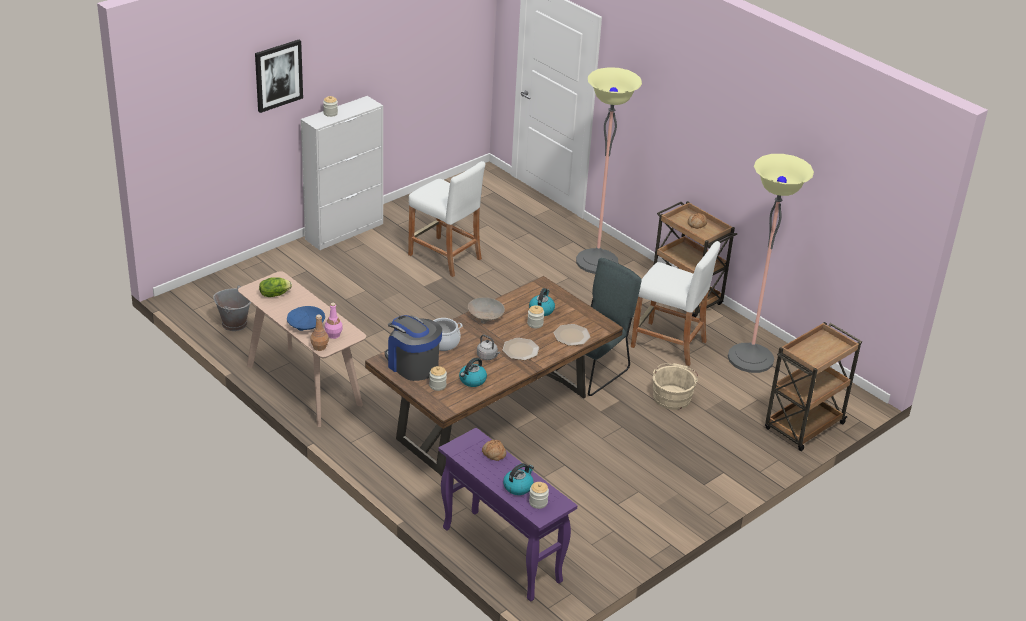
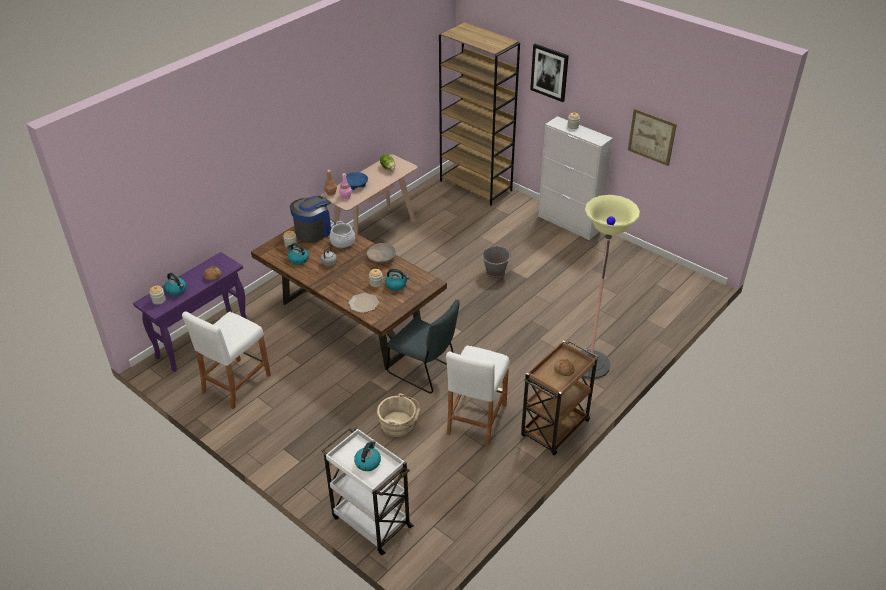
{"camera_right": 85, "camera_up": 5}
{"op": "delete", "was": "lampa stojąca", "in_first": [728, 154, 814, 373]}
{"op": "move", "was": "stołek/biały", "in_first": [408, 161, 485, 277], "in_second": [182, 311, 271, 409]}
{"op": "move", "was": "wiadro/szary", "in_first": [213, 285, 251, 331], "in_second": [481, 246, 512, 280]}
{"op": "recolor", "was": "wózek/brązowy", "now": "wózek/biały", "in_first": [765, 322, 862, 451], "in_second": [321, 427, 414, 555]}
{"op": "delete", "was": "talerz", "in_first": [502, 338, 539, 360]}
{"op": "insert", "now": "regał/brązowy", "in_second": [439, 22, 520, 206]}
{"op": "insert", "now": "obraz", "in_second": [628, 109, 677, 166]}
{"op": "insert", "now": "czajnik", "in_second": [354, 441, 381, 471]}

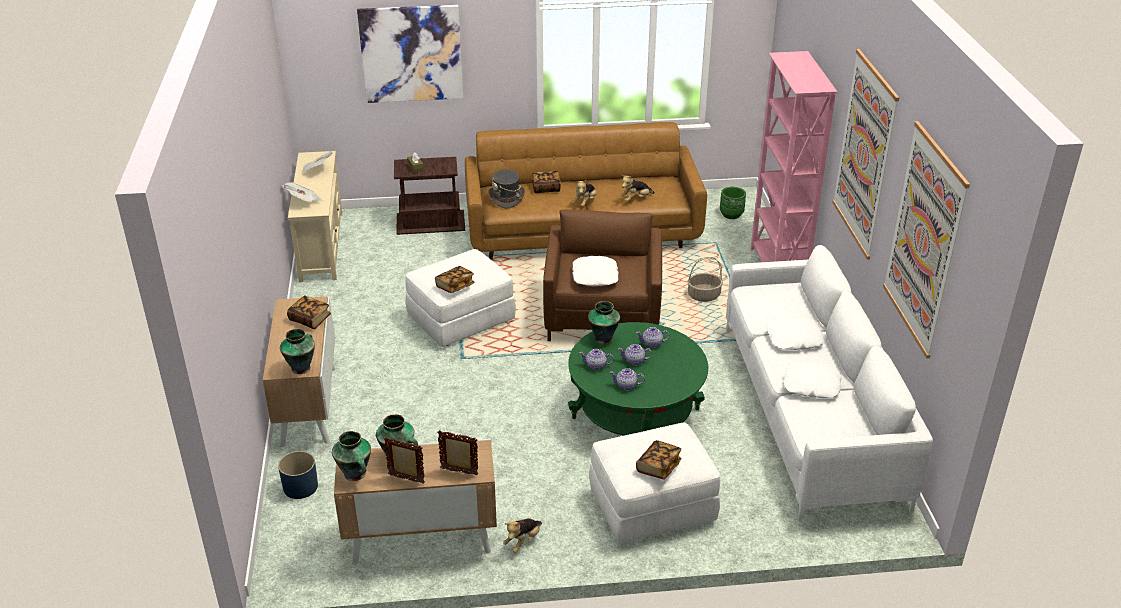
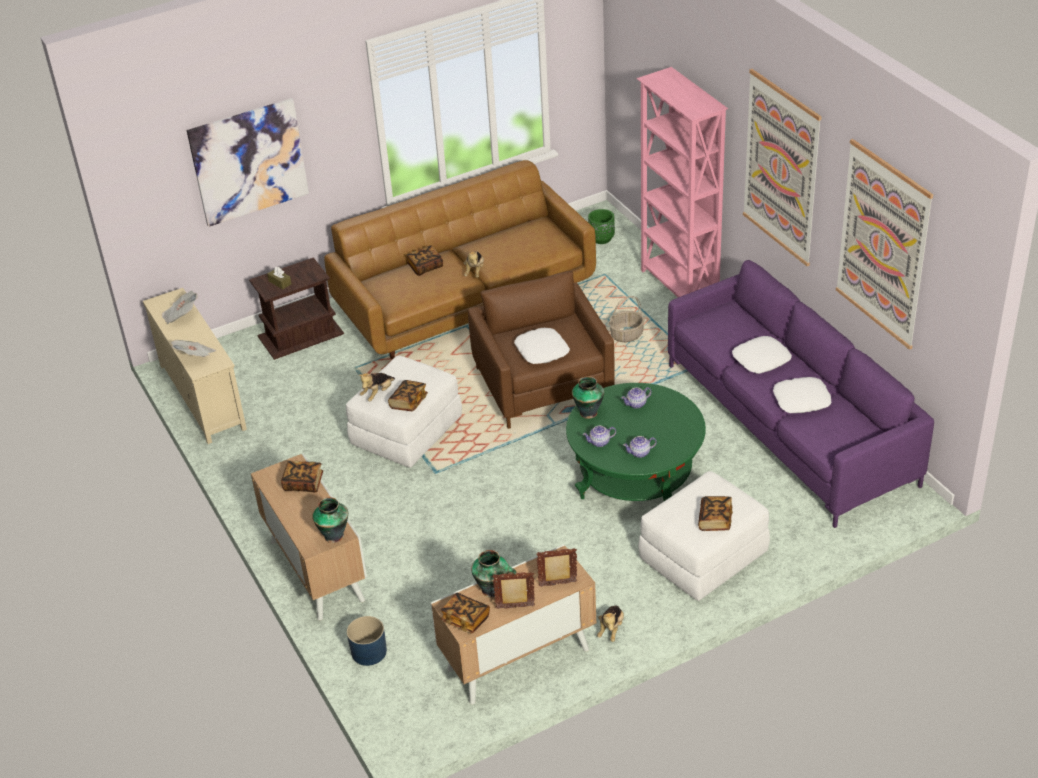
{"camera_right": -20, "camera_up": 5}
{"op": "delete", "was": "kapelusz/szary", "in_first": [488, 170, 525, 209]}
{"op": "move", "was": "pluszak", "in_first": [621, 175, 655, 201], "in_second": [359, 373, 395, 401]}
{"op": "recolor", "was": "kanapa/biały", "now": "kanapa/fioletowy", "in_first": [726, 245, 933, 521], "in_second": [668, 260, 934, 528]}
{"op": "delete", "was": "imbryk", "in_first": [618, 344, 652, 366]}
{"op": "replace", "was": "wazon", "now": "książka", "in_first": [332, 431, 371, 481], "in_second": [441, 593, 490, 634]}

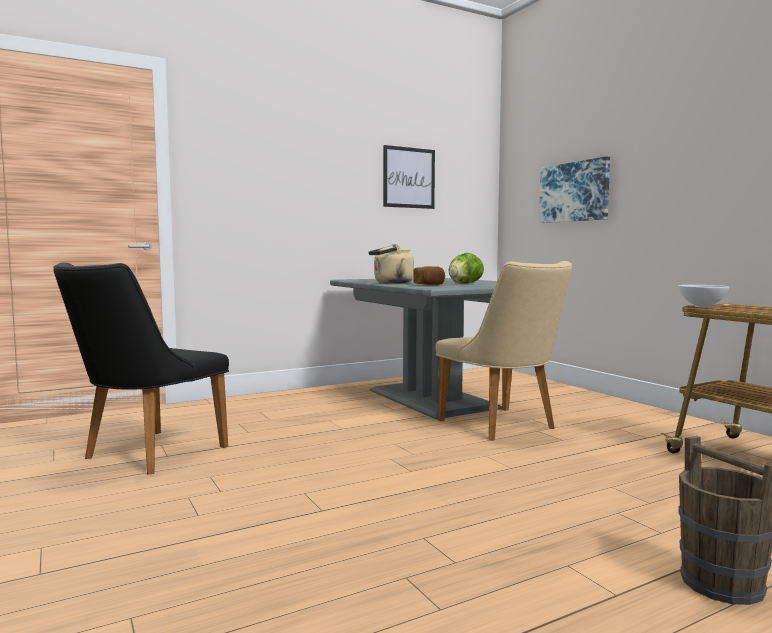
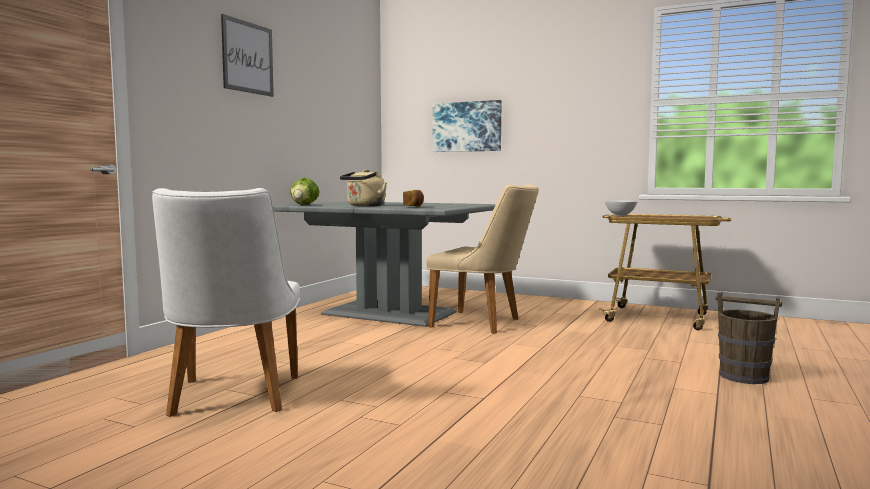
{"camera_right": -35, "camera_up": 0}
{"op": "move", "was": "obraz", "in_first": [383, 145, 435, 209], "in_second": [221, 14, 274, 97]}
{"op": "move", "was": "sałata", "in_first": [449, 253, 484, 284], "in_second": [290, 178, 320, 205]}
{"op": "recolor", "was": "krzesło/czarny", "now": "krzesło/biały", "in_first": [53, 262, 229, 475], "in_second": [152, 188, 300, 417]}

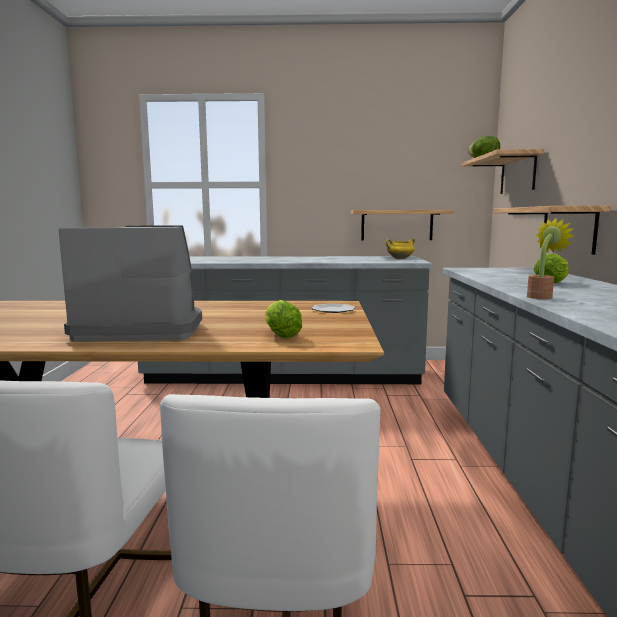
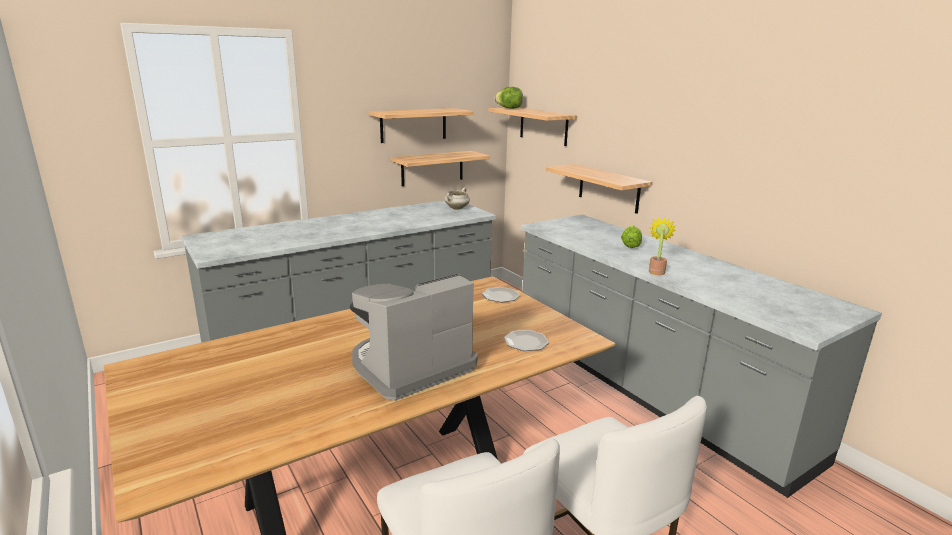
{"camera_right": -35, "camera_up": 10}
{"op": "recolor", "was": "garnek/żółty", "now": "garnek/biały", "in_first": [386, 238, 415, 259], "in_second": [444, 188, 470, 210]}
{"op": "replace", "was": "sałata", "now": "talerz", "in_first": [265, 300, 302, 339], "in_second": [504, 330, 549, 351]}
{"op": "insert", "now": "półka", "in_second": [369, 108, 474, 143]}

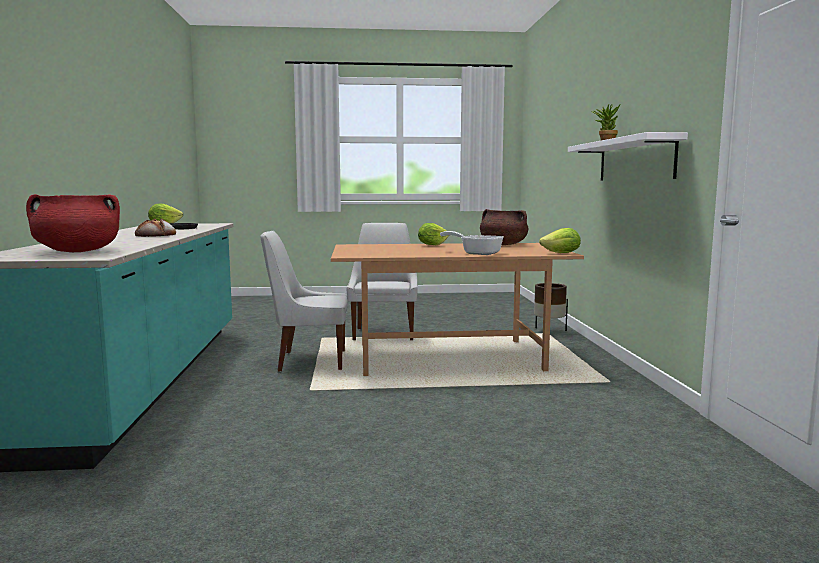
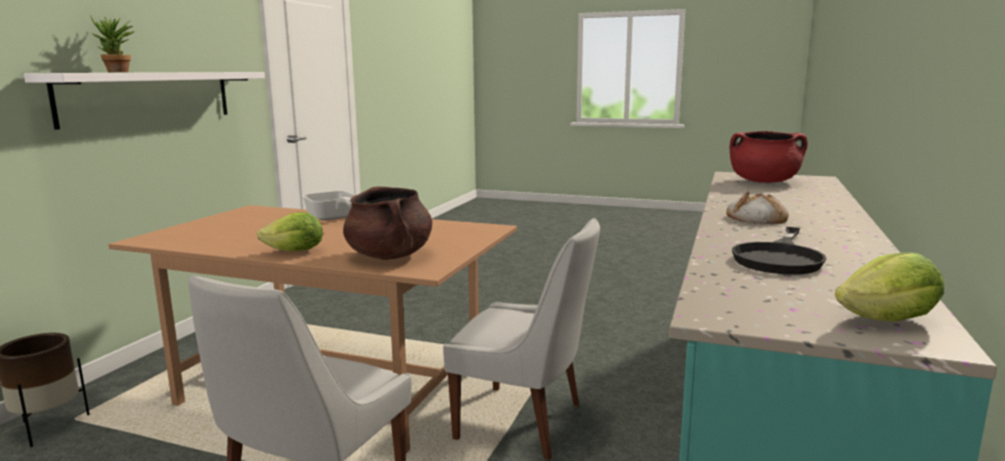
{"camera_right": -155, "camera_up": 5}
{"op": "move", "was": "garnek/brązowy", "in_first": [480, 209, 528, 245], "in_second": [343, 186, 432, 260]}
{"op": "delete", "was": "sałata", "in_first": [539, 228, 581, 253]}

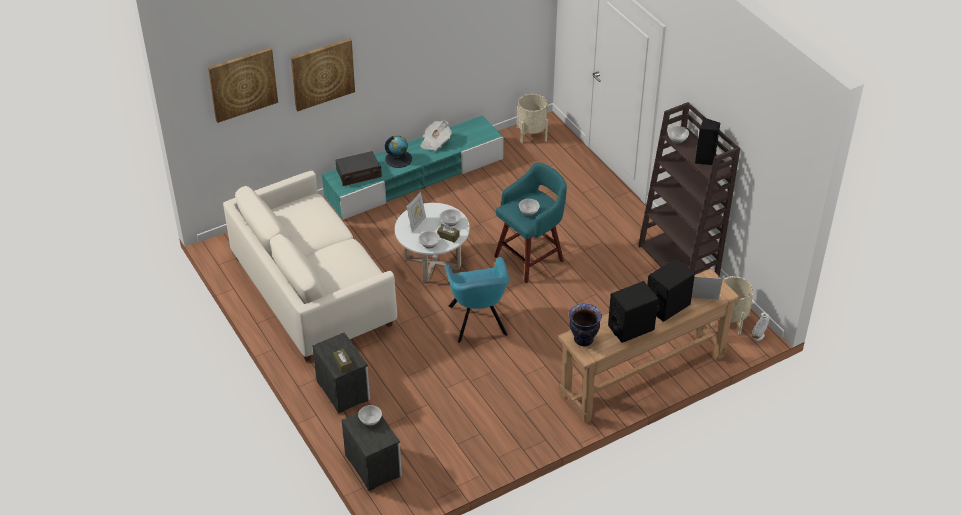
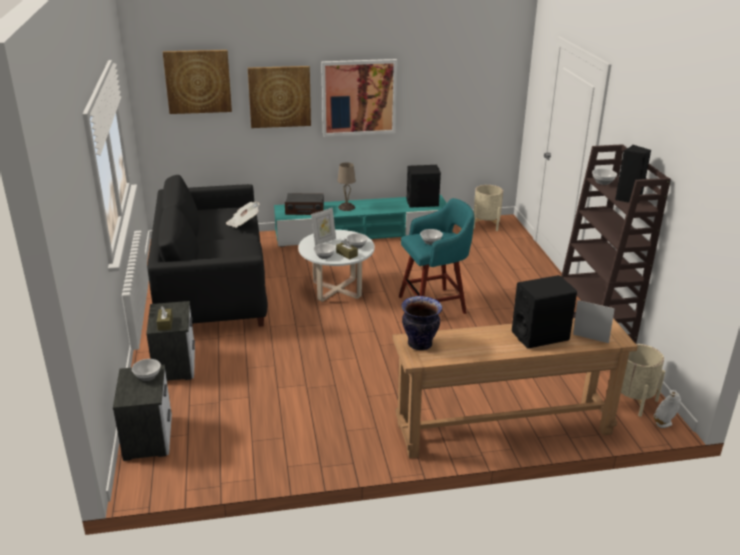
{"camera_right": 20, "camera_up": -15}
{"op": "move", "was": "gazeta", "in_first": [420, 121, 452, 151], "in_second": [226, 202, 260, 228]}
{"op": "replace", "was": "globus", "now": "lampa stołowa/beżowy", "in_first": [384, 136, 412, 168], "in_second": [338, 162, 356, 211]}
{"op": "recolor", "was": "kanapa/biały", "now": "kanapa/czarny", "in_first": [223, 171, 397, 362], "in_second": [147, 175, 268, 327]}
{"op": "delete", "was": "fotel/turkusowy", "in_first": [445, 257, 509, 343]}
{"op": "move", "was": "głośnik/czarny", "in_first": [608, 281, 658, 343], "in_second": [407, 165, 441, 208]}
{"op": "insert", "now": "obraz", "in_second": [321, 59, 397, 137]}

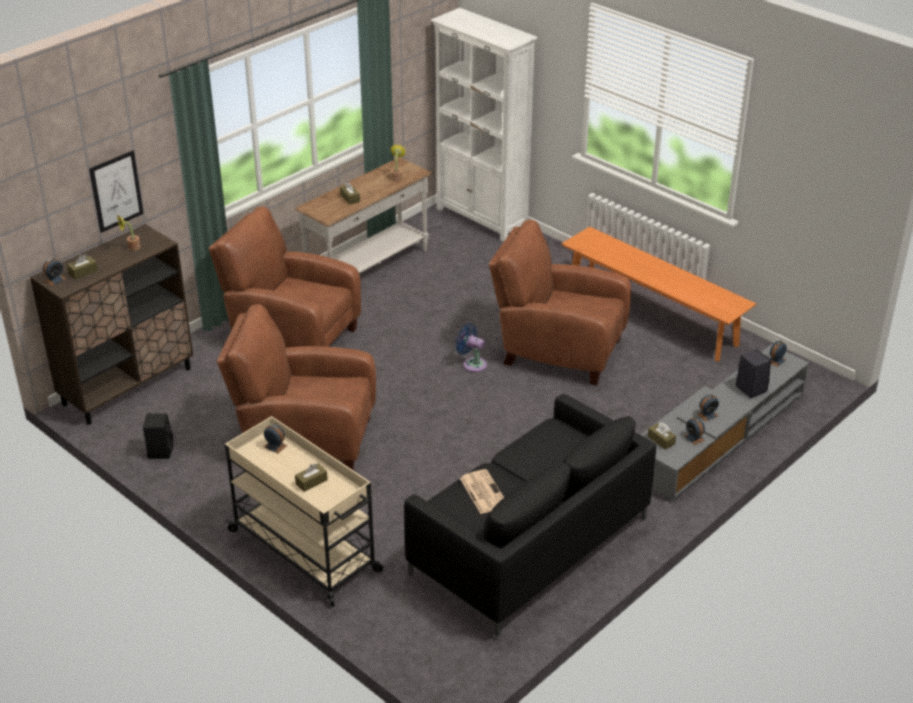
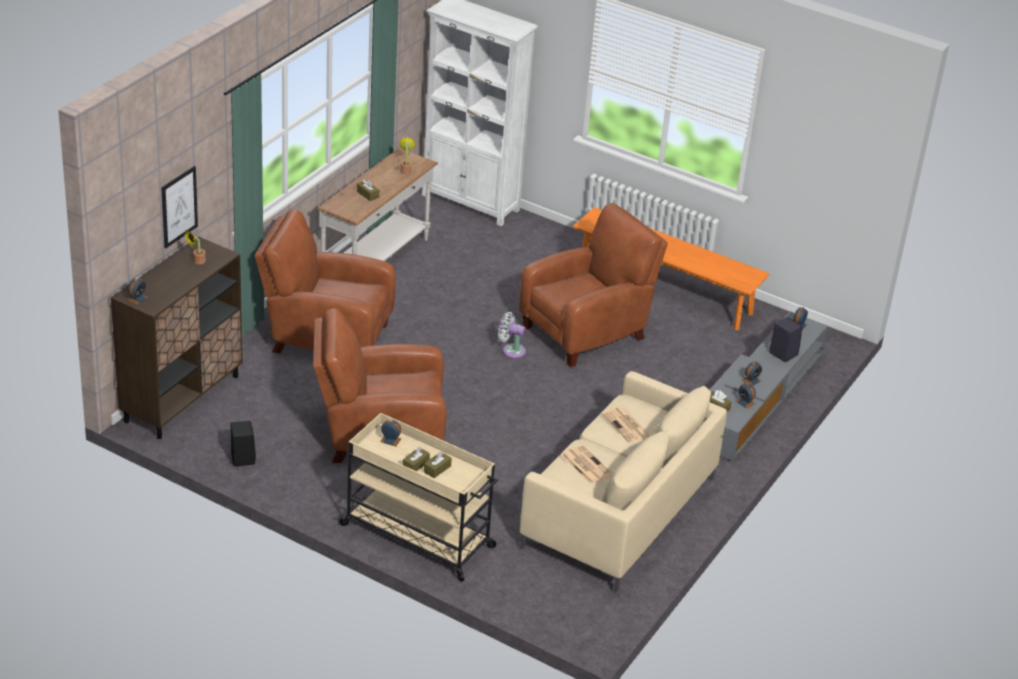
{"camera_right": -15, "camera_up": 0}
{"op": "rotate", "was": "fotel/brązowy", "in_first": [489, 219, 631, 386], "in_second": [519, 203, 668, 367], "clockwise": 135}
{"op": "move", "was": "pudełko chusteczek/brązowy", "in_first": [67, 254, 98, 280], "in_second": [403, 447, 430, 471]}
{"op": "recolor", "was": "wentylator/niebieski", "now": "wentylator/biały", "in_first": [456, 324, 487, 372], "in_second": [498, 312, 526, 358]}
{"op": "recolor", "was": "kanapa/czarny", "now": "kanapa/beżowy", "in_first": [404, 394, 656, 637], "in_second": [520, 371, 727, 592]}
{"op": "insert", "now": "gazeta", "in_second": [602, 407, 650, 443]}

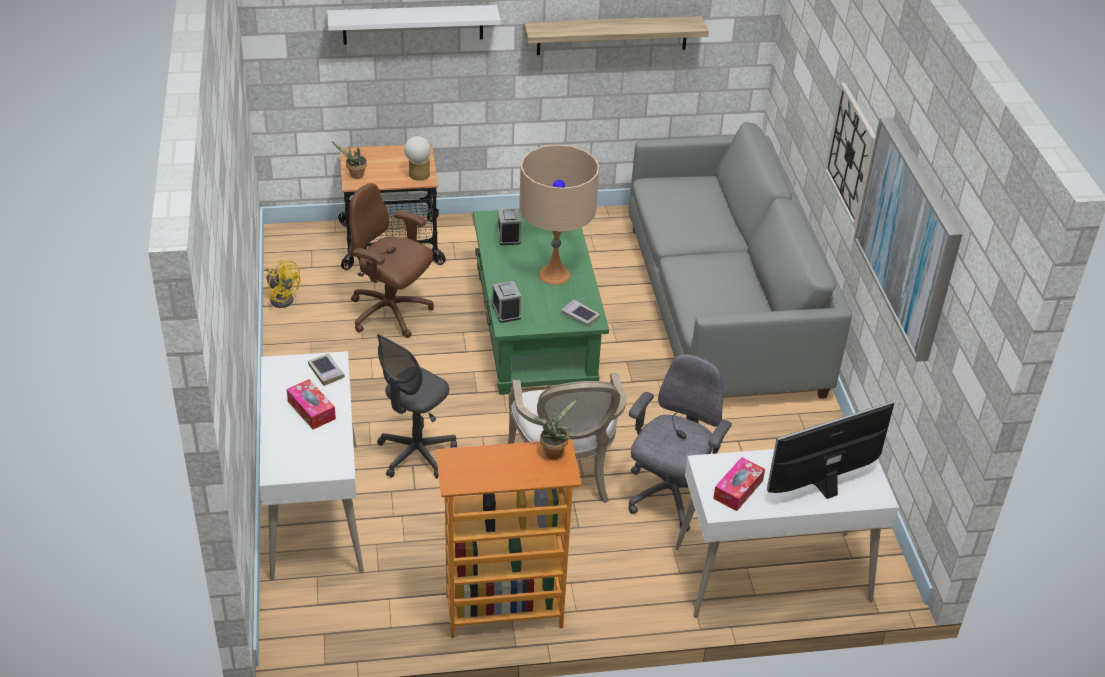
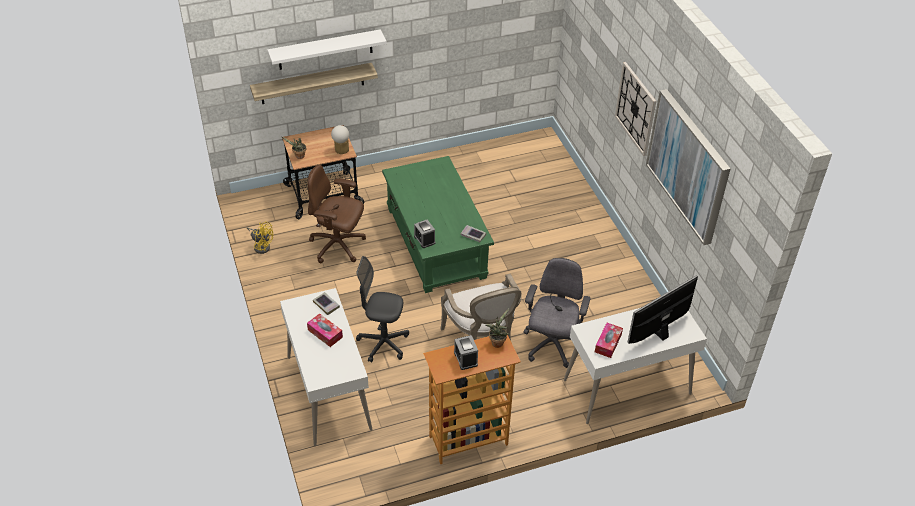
{"camera_right": -10, "camera_up": 5}
{"op": "move", "was": "półka", "in_first": [524, 16, 709, 55], "in_second": [250, 63, 378, 104]}
{"op": "delete", "was": "kanapa/szary", "in_first": [629, 122, 852, 399]}
{"op": "delete", "was": "lampa stołowa/beżowy", "in_first": [519, 145, 599, 285]}
{"op": "move", "was": "budzik", "in_first": [497, 208, 521, 245], "in_second": [454, 335, 478, 370]}
{"op": "rotate", "was": "krzesło biurowe/szary", "in_first": [377, 334, 457, 479], "in_second": [356, 256, 409, 363], "clockwise": 75}

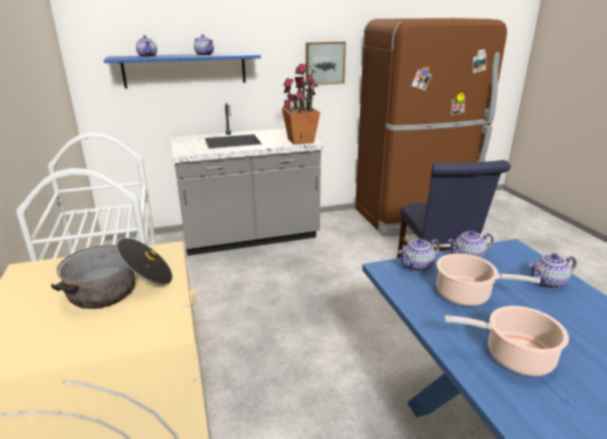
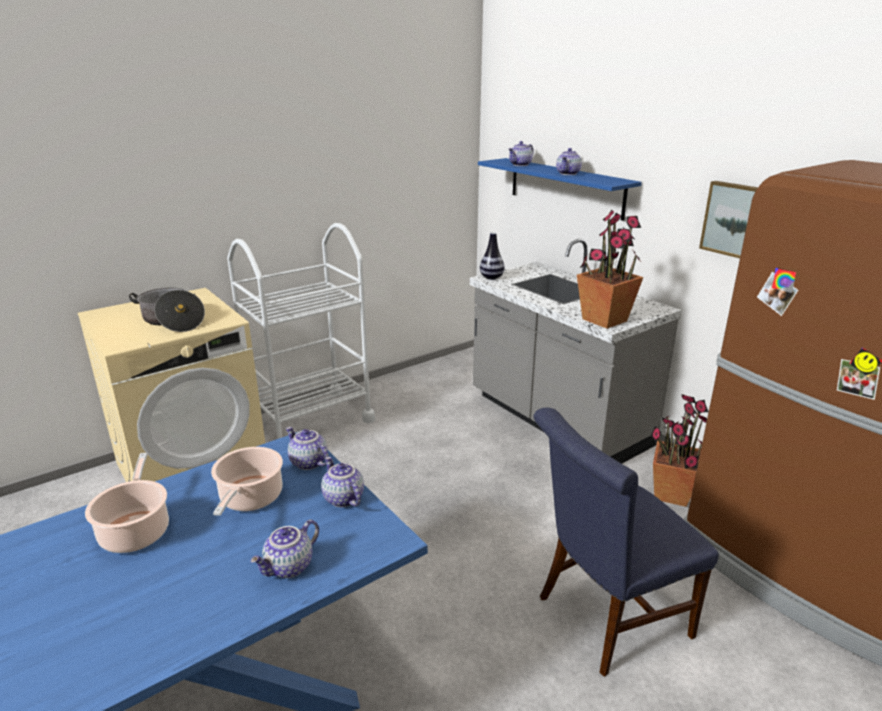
{"camera_right": 70, "camera_up": 0}
{"op": "rotate", "was": "imbryk", "in_first": [529, 253, 577, 289], "in_second": [250, 520, 319, 578], "clockwise": -105}
{"op": "insert", "now": "wazon", "in_second": [480, 232, 505, 280]}
{"op": "insert", "now": "roślina doniczkowa", "in_second": [650, 394, 709, 507]}

